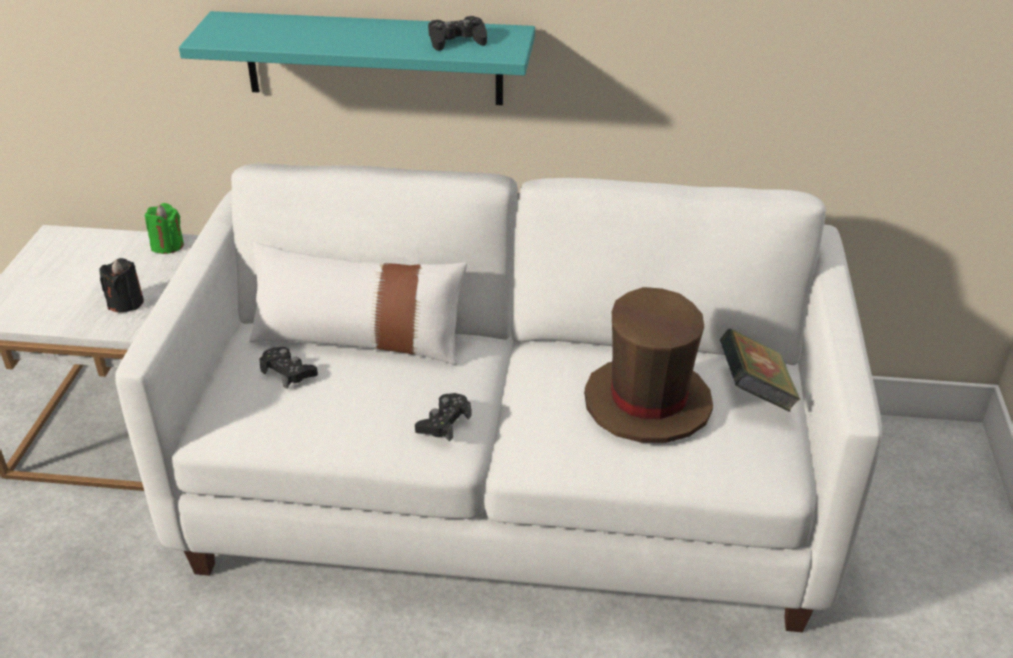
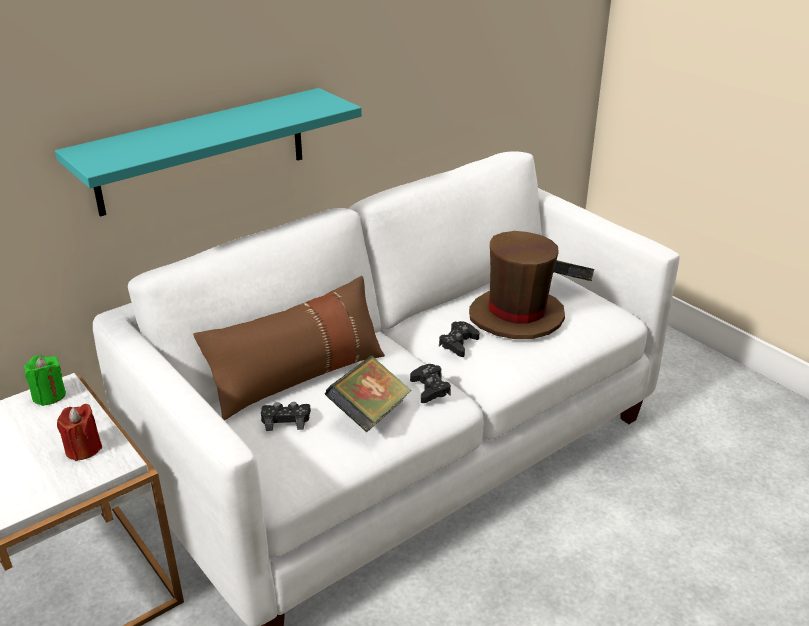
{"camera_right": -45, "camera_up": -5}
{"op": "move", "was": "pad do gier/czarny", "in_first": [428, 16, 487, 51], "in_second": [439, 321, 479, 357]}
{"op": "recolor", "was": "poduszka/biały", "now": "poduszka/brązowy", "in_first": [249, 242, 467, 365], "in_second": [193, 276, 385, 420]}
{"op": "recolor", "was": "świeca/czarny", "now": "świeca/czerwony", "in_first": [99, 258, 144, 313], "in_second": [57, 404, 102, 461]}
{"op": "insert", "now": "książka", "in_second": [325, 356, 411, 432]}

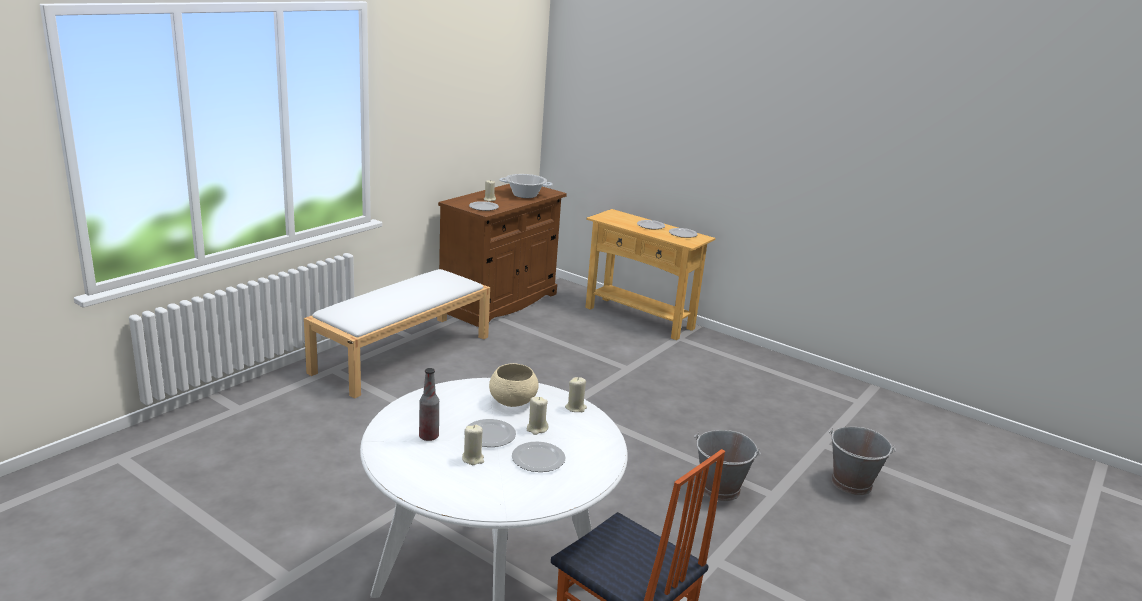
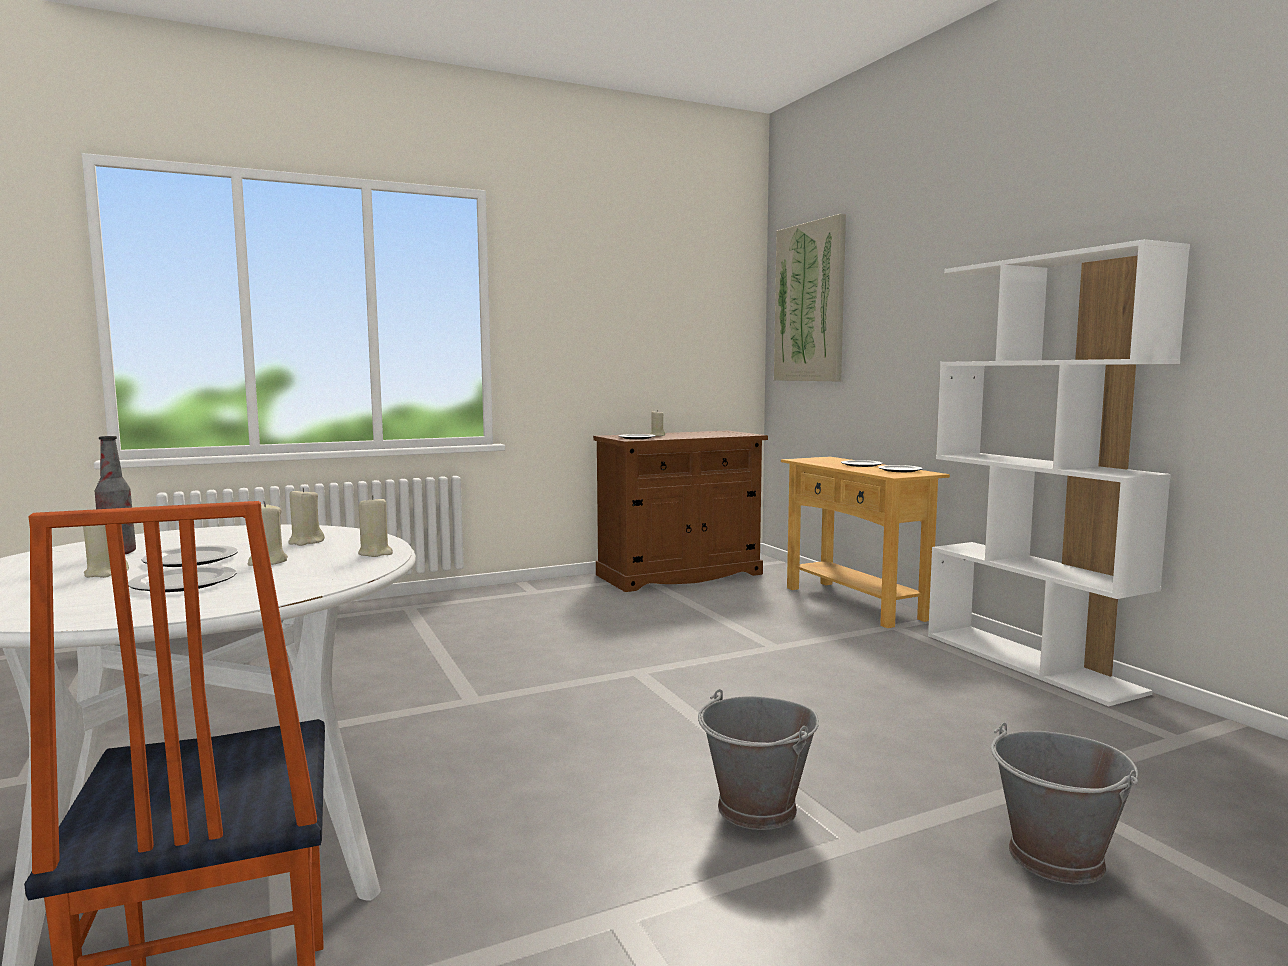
{"camera_right": 30, "camera_up": -15}
{"op": "delete", "was": "garnek", "in_first": [499, 174, 553, 198]}
{"op": "delete", "was": "ławka/biały", "in_first": [304, 269, 490, 398]}
{"op": "replace", "was": "miska/beżowy", "now": "świeca/beżowy", "in_first": [489, 363, 538, 407], "in_second": [288, 488, 325, 546]}
{"op": "insert", "now": "obraz", "in_second": [774, 214, 846, 381]}
{"op": "insert", "now": "regał/biały", "in_second": [928, 239, 1190, 706]}

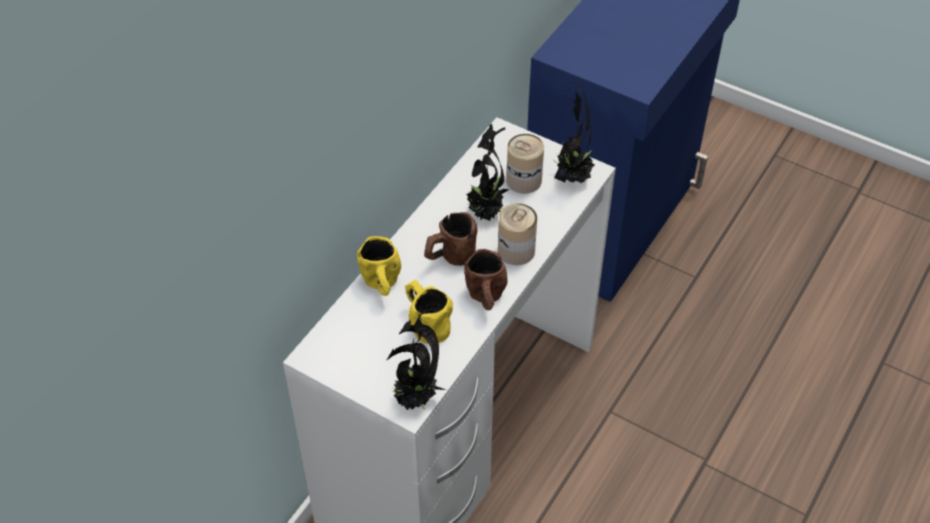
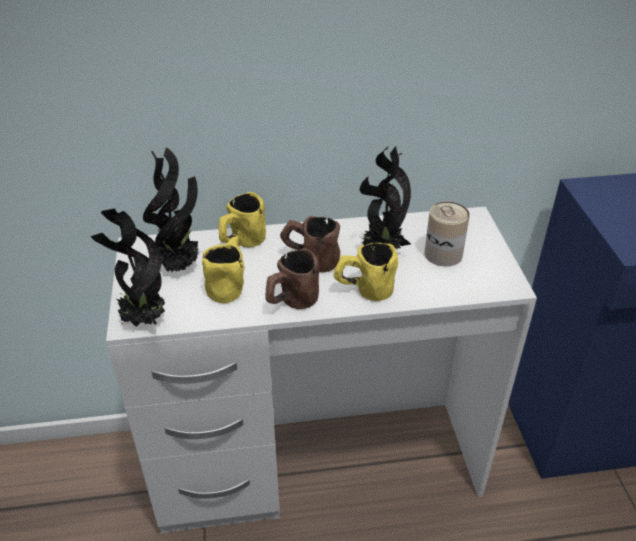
{"camera_right": 50, "camera_up": -10}
{"op": "move", "was": "roślina doniczkowa", "in_first": [553, 82, 595, 183], "in_second": [143, 147, 202, 272]}
{"op": "replace", "was": "puszka", "now": "kubek/żółty", "in_first": [498, 203, 537, 265], "in_second": [334, 243, 398, 301]}

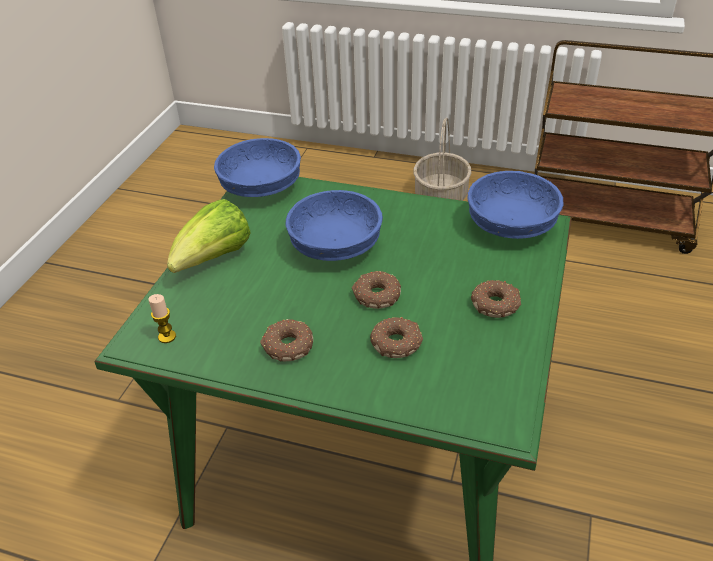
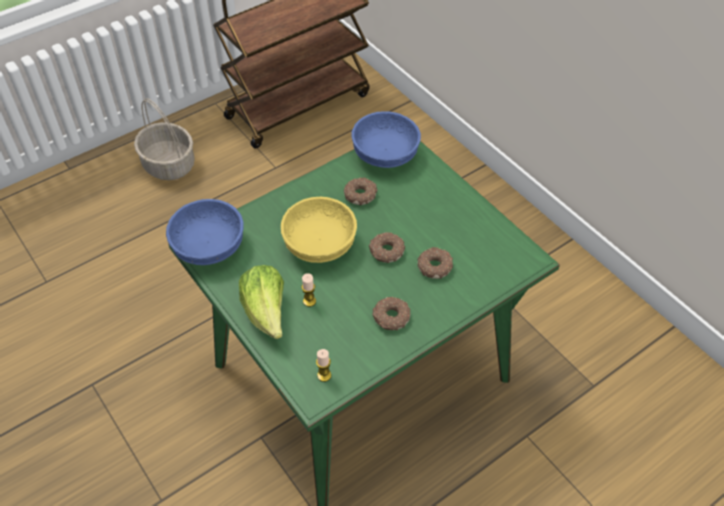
{"camera_right": -55, "camera_up": 10}
{"op": "recolor", "was": "miska/niebieski", "now": "miska/żółty", "in_first": [286, 190, 383, 261], "in_second": [281, 197, 357, 263]}
{"op": "move", "was": "donut", "in_first": [471, 280, 521, 318], "in_second": [344, 178, 378, 206]}
{"op": "insert", "now": "świeca", "in_second": [302, 273, 316, 307]}

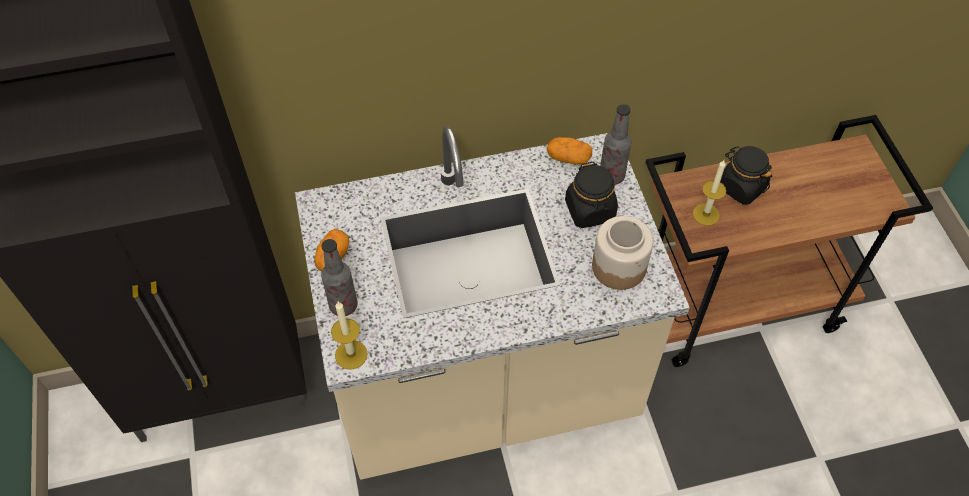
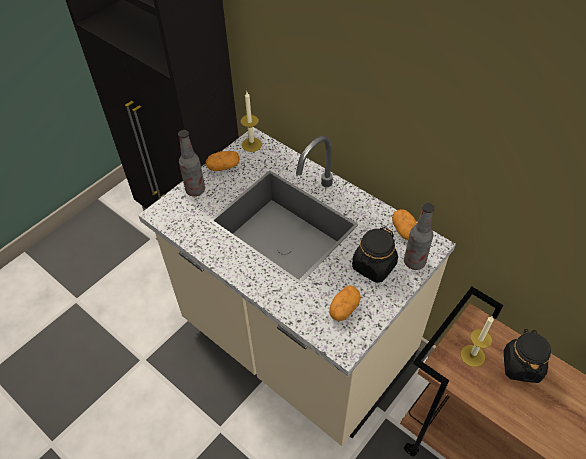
{"camera_right": 55, "camera_up": -5}
{"op": "replace", "was": "słoik", "now": "ziemniak", "in_first": [592, 216, 653, 290], "in_second": [329, 285, 361, 321]}
{"op": "move", "was": "świeca", "in_first": [331, 302, 368, 370], "in_second": [241, 92, 262, 152]}

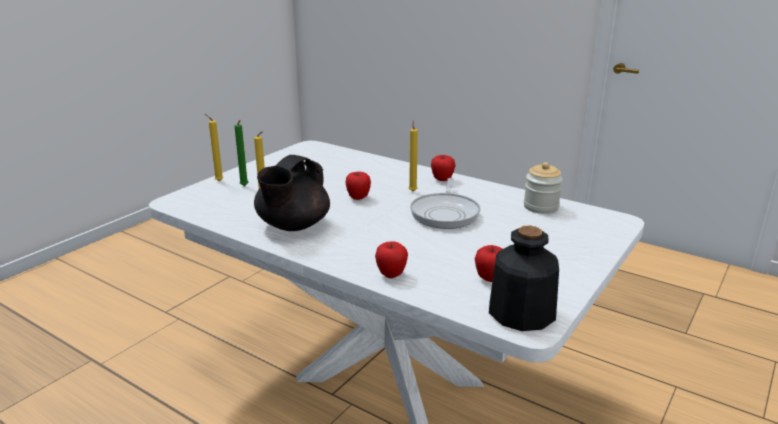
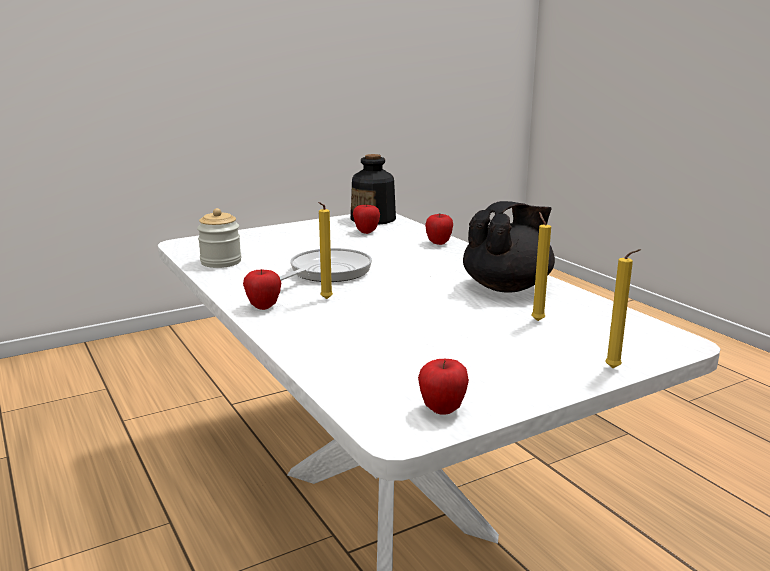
{"camera_right": -155, "camera_up": -5}
{"op": "delete", "was": "świeca/zielony", "in_first": [234, 120, 248, 186]}
{"op": "move", "was": "jabłko", "in_first": [346, 172, 371, 200], "in_second": [418, 359, 469, 415]}

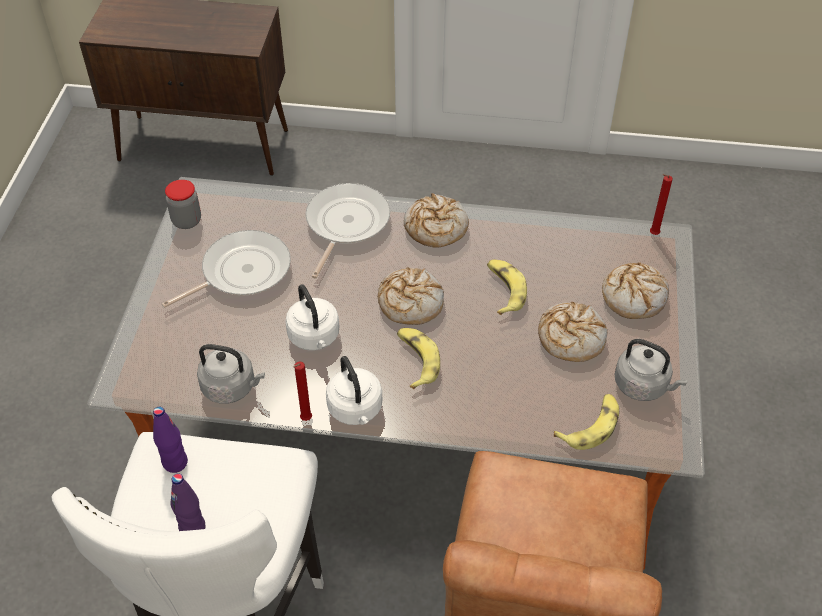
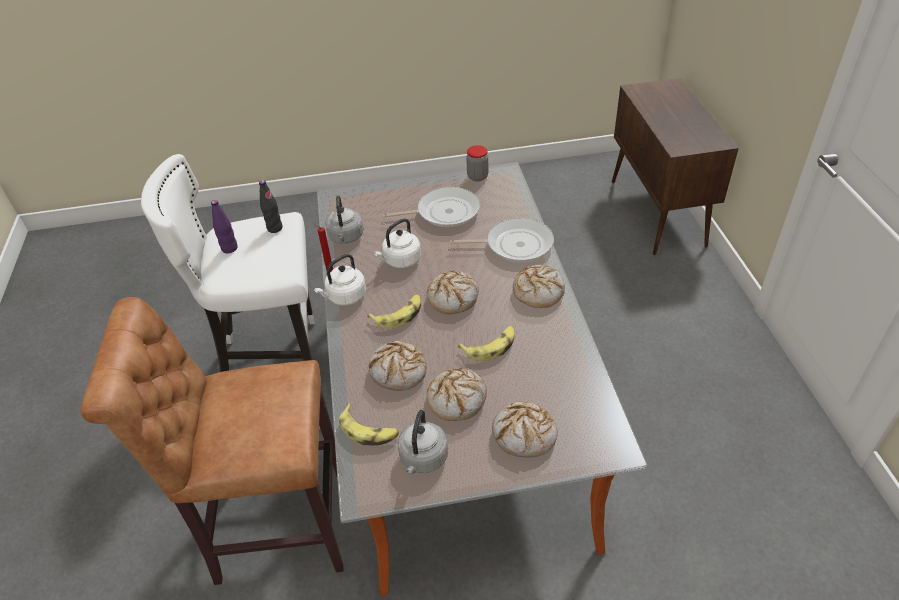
{"camera_right": 75, "camera_up": -5}
{"op": "delete", "was": "świeca/czerwony", "in_first": [650, 174, 673, 235]}
{"op": "rotate", "was": "patelnia", "in_first": [162, 230, 291, 308], "in_second": [383, 187, 480, 227], "clockwise": -45}
{"op": "recolor", "was": "butelka/fioletowy", "now": "butelka/czarny", "in_first": [153, 406, 188, 473], "in_second": [259, 180, 283, 233]}
{"op": "insert", "now": "chleb", "in_second": [369, 340, 426, 391]}

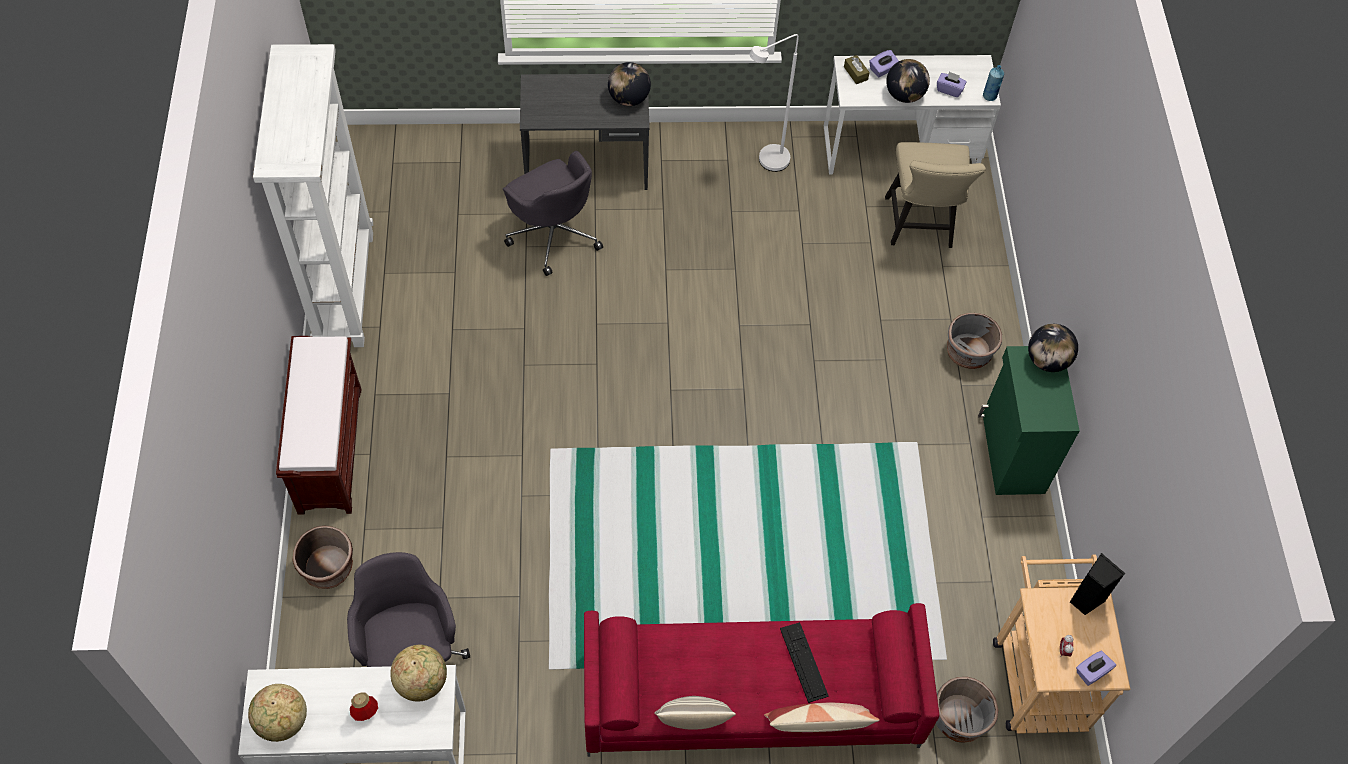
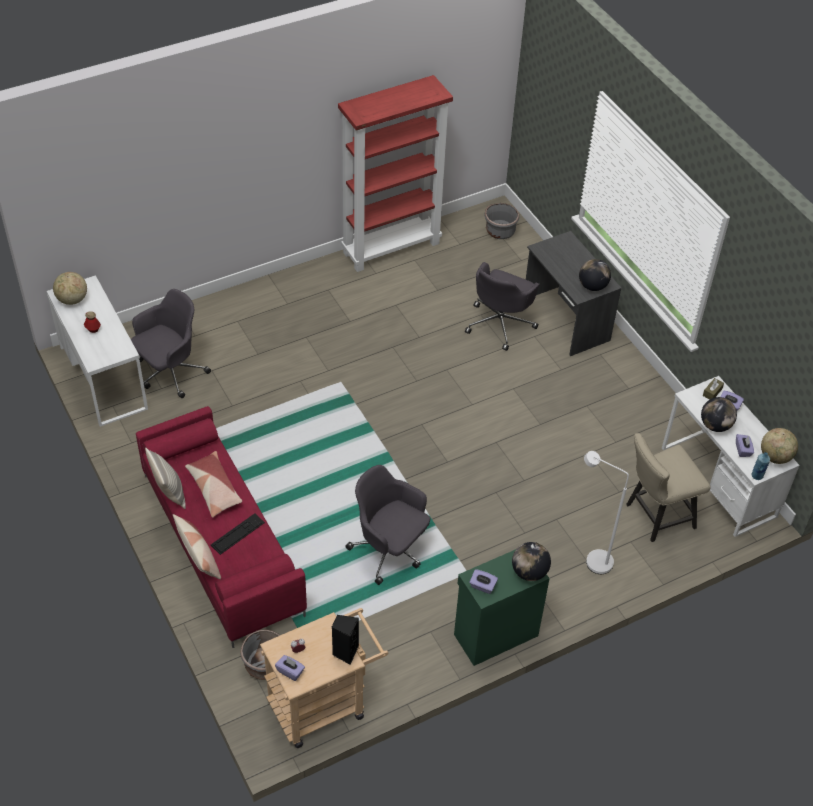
{"camera_right": 65, "camera_up": -10}
{"op": "move", "was": "lampa stojąca/biały", "in_first": [749, 34, 799, 172], "in_second": [584, 451, 629, 574]}
{"op": "recolor", "was": "regał/biały", "now": "regał/czerwony", "in_first": [253, 44, 373, 347], "in_second": [338, 75, 453, 272]}
{"op": "move", "was": "donica/szary", "in_first": [947, 313, 1002, 369], "in_second": [484, 203, 519, 239]}
{"op": "delete", "was": "ławka/brązowy", "in_first": [276, 336, 362, 515]}
{"op": "delete", "was": "donica/brązowy", "in_first": [293, 526, 353, 589]}
{"op": "move", "was": "globus", "in_first": [390, 645, 447, 702], "in_second": [761, 428, 798, 464]}
{"op": "insert", "now": "poduszka", "in_second": [185, 451, 242, 518]}
{"op": "insert", "now": "krzesło biurowe/szary", "in_second": [346, 465, 430, 585]}
{"op": "insert", "now": "pudełko chusteczek/fioletowy", "in_second": [470, 569, 498, 594]}

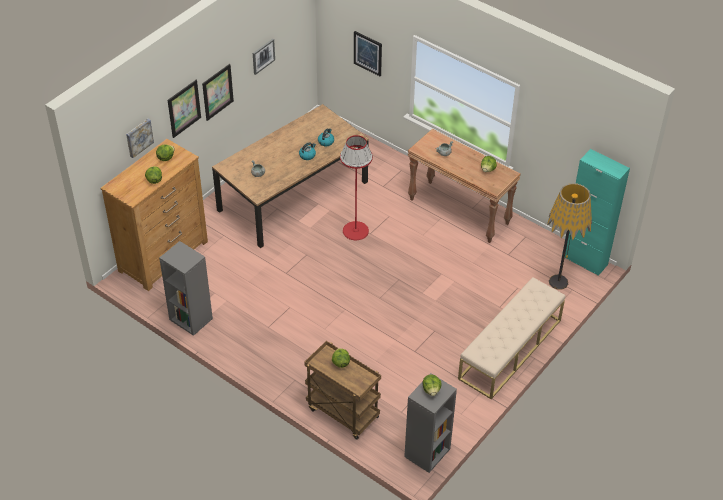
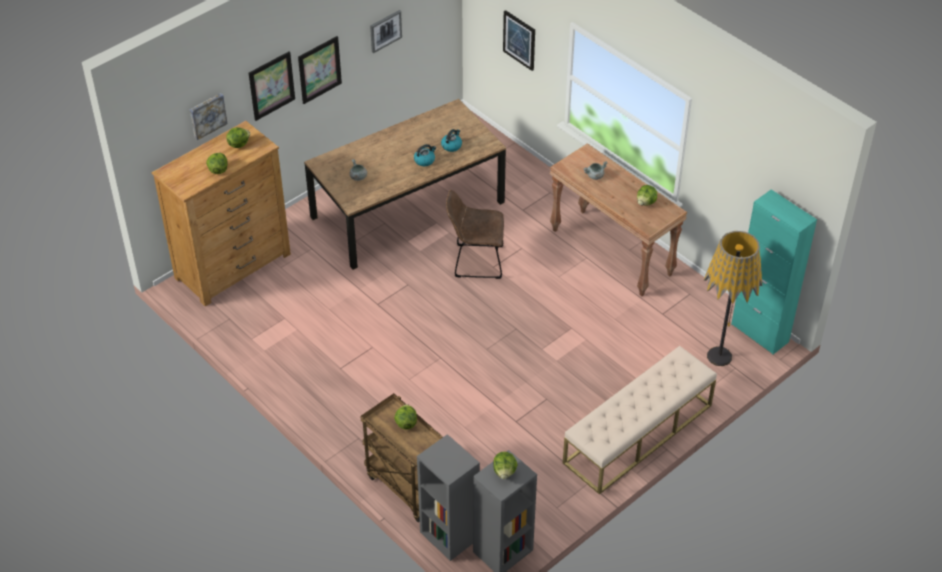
{"camera_right": 10, "camera_up": 0}
{"op": "replace", "was": "lampa stojąca/czerwony", "now": "krzesło/brązowy", "in_first": [340, 135, 373, 240], "in_second": [446, 190, 504, 279]}
{"op": "move", "was": "regał/szary", "in_first": [159, 241, 213, 336], "in_second": [417, 434, 480, 561]}

